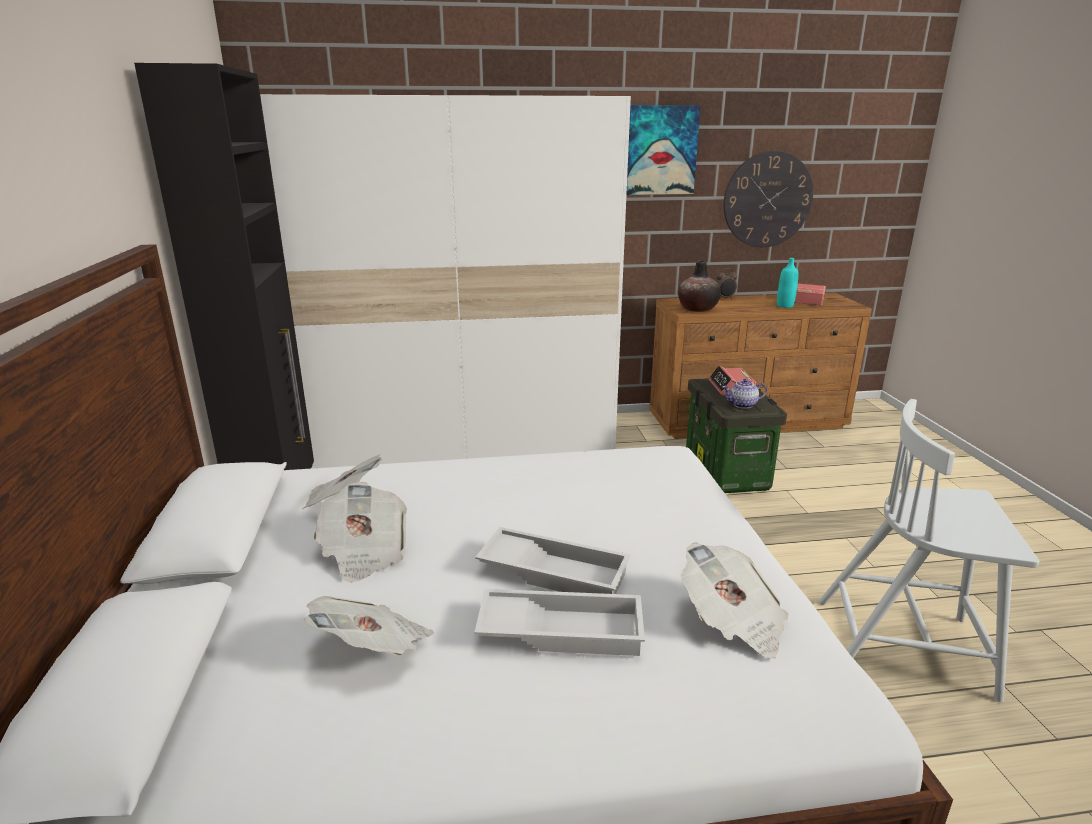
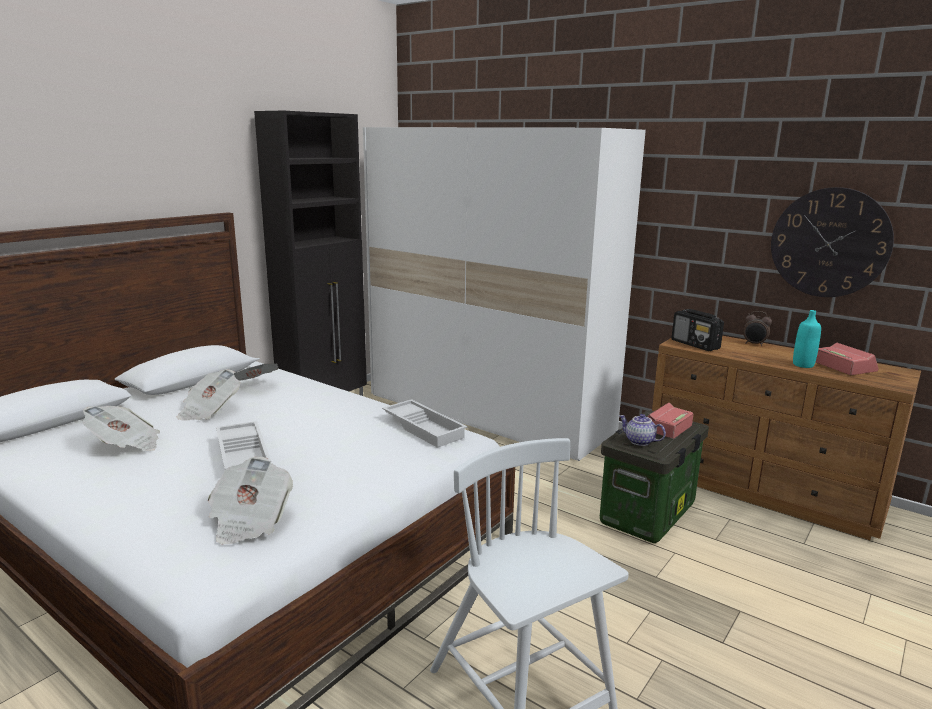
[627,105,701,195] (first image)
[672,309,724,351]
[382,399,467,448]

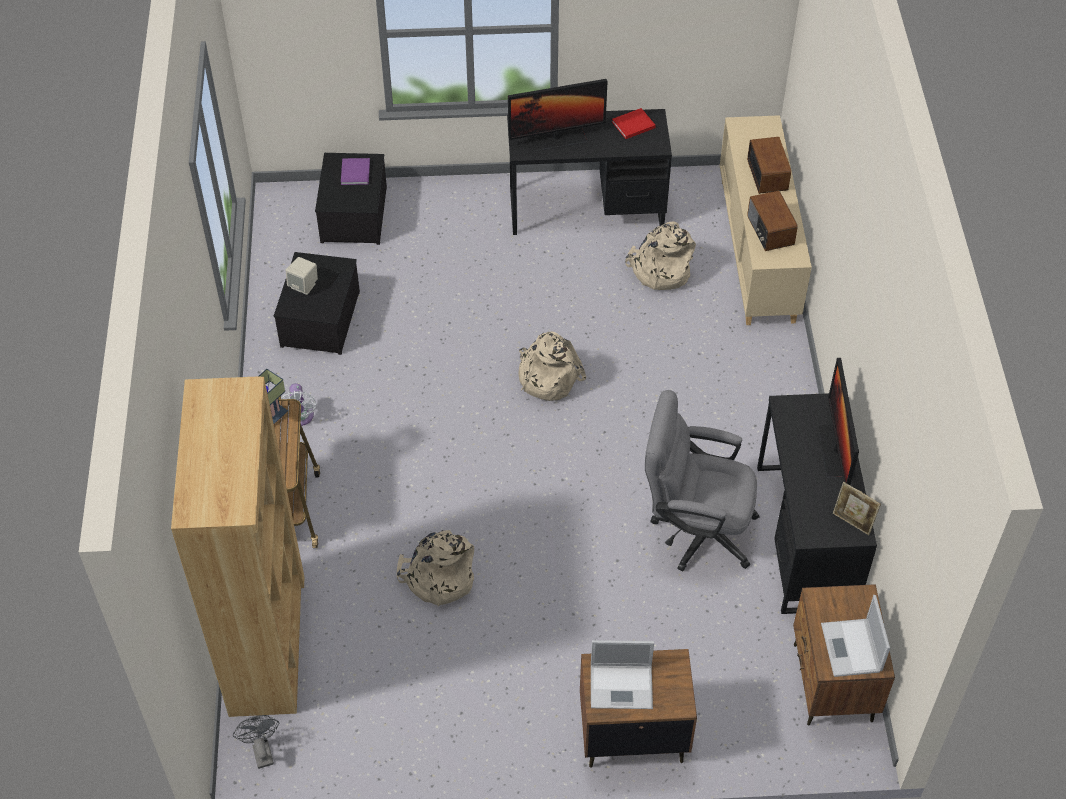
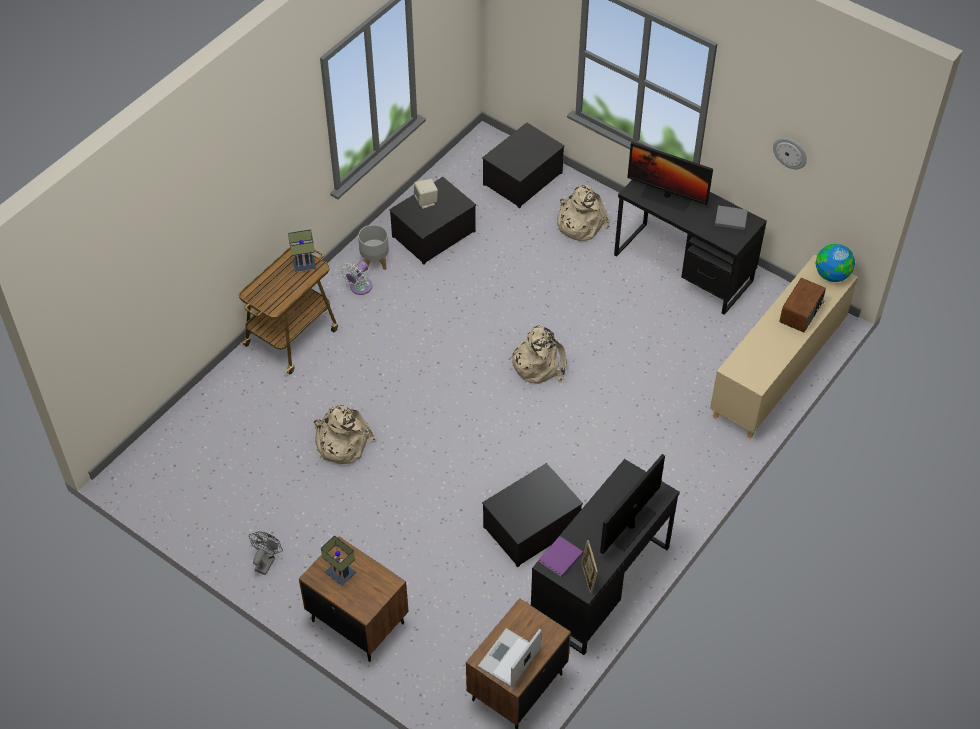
[715,205,748,230]
[539,536,583,577]
[747,191,798,251] (first image)
[557,185,610,241]
[171,376,304,717] (first image)
[482,463,583,567]
[321,535,356,586]
[249,531,283,575]
[773,138,807,169]
[358,225,389,271]
[816,244,855,282]

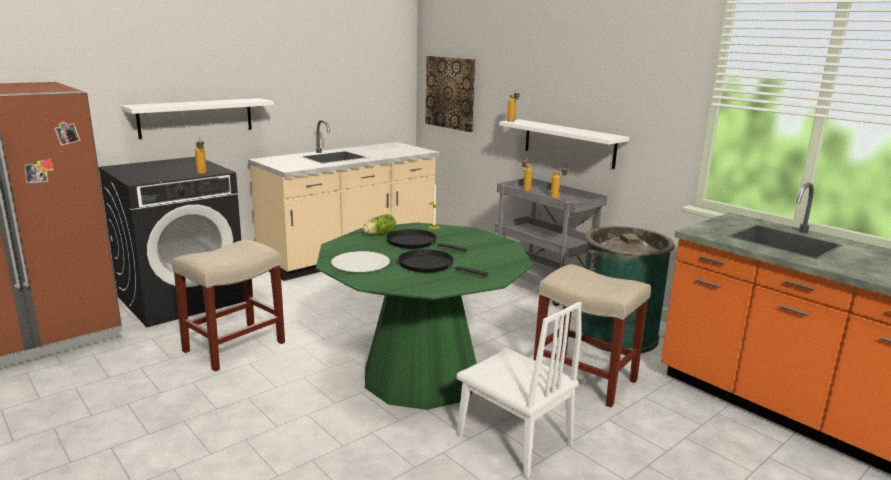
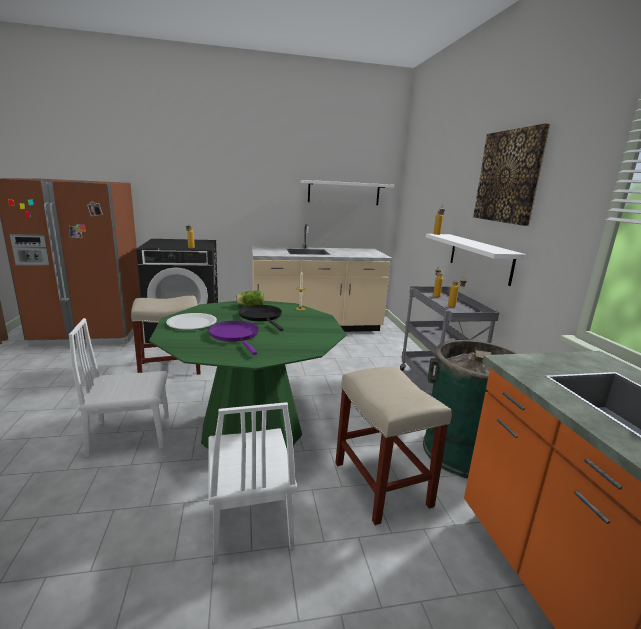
[473,123,550,226]
[301,180,394,205]
[208,321,259,355]
[69,318,169,457]

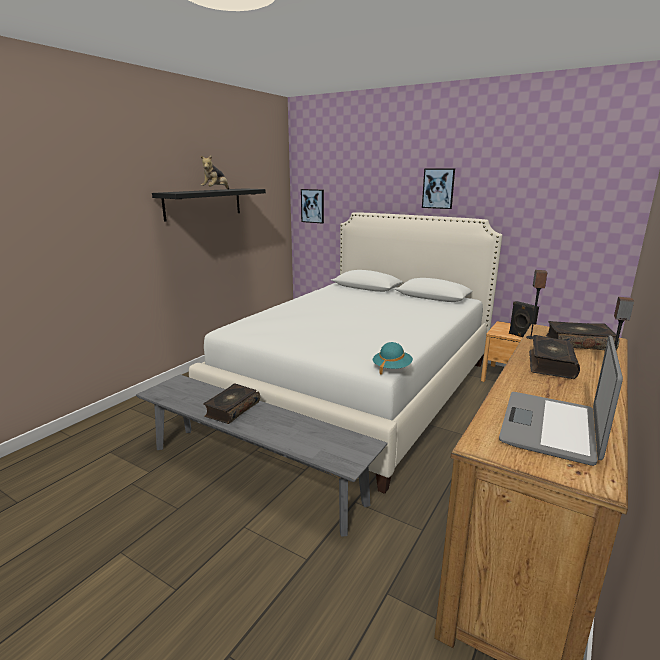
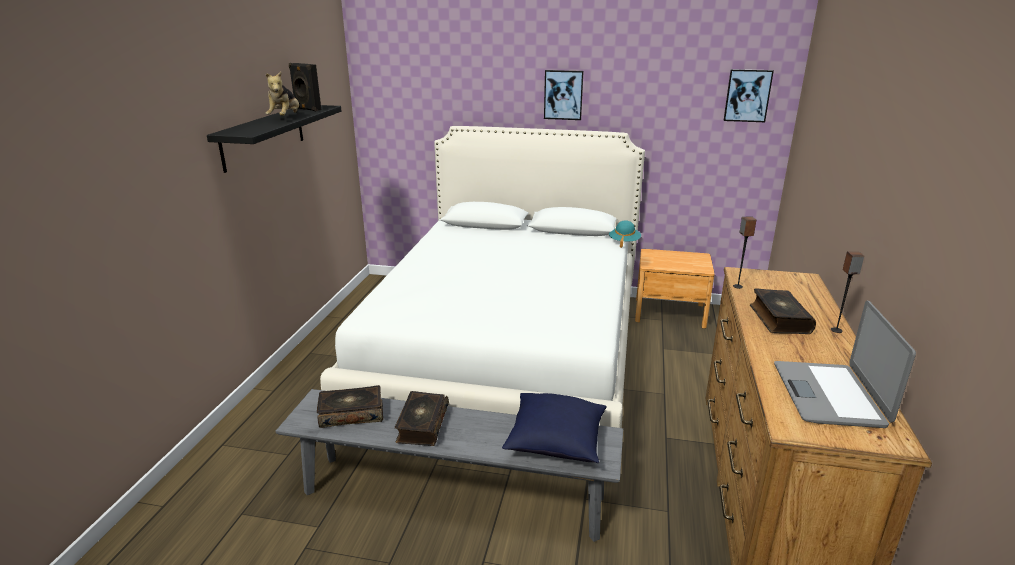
[724,69,774,122]
[289,63,321,111]
[317,385,383,428]
[609,220,641,248]
[502,393,607,463]

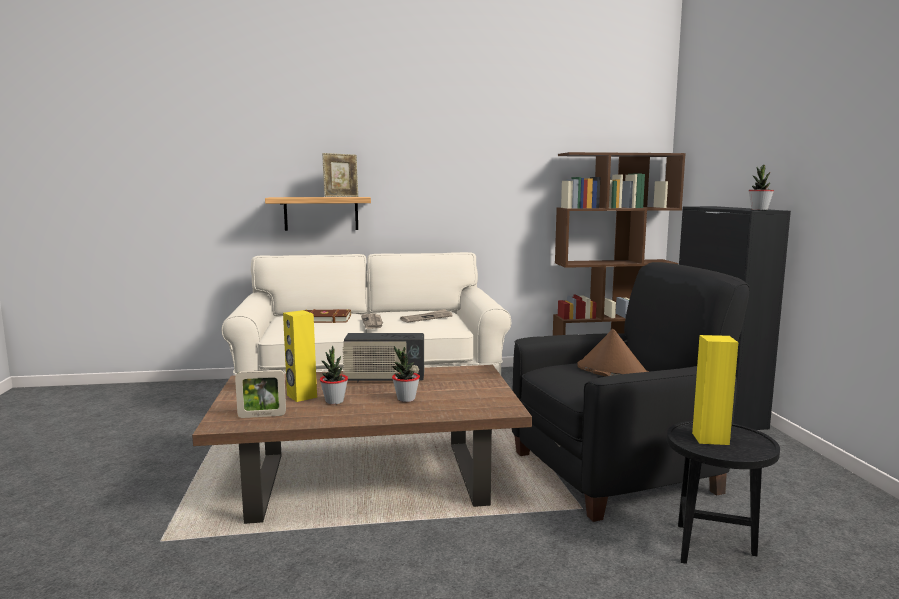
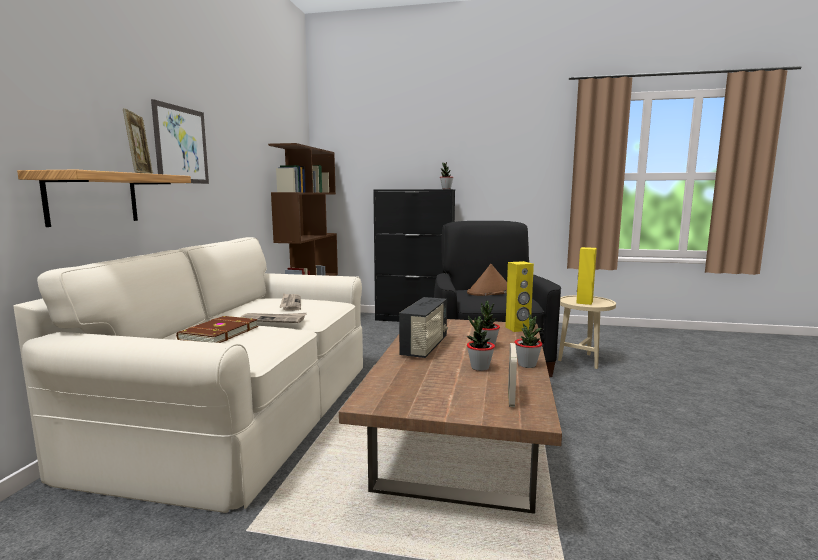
[505,261,534,332]
[558,295,616,369]
[151,99,209,184]
[514,314,542,368]

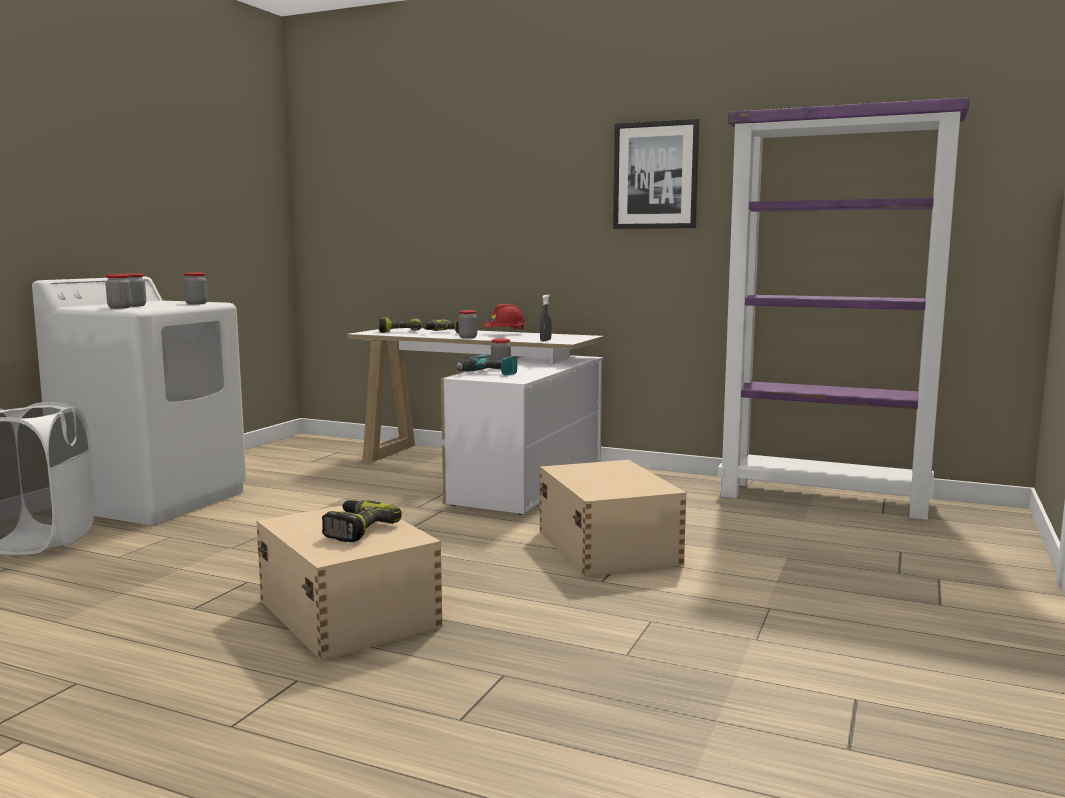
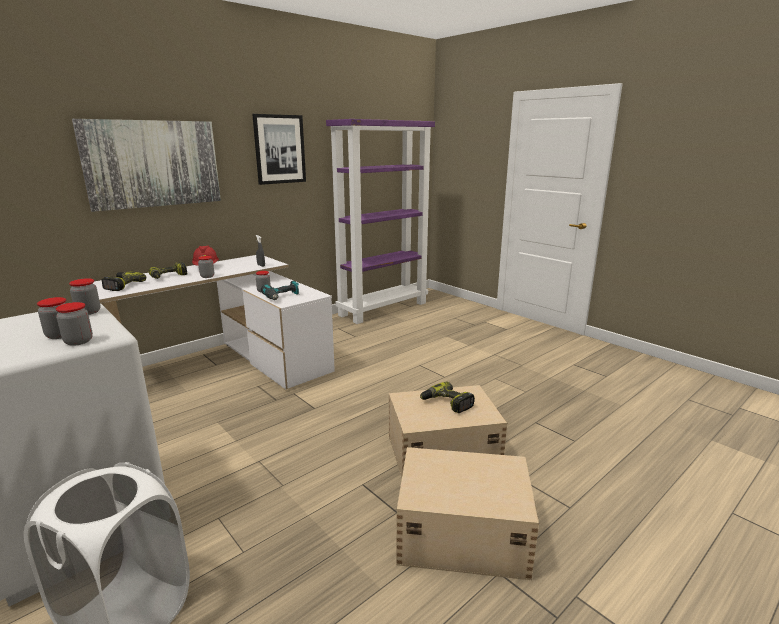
[396,447,539,580]
[72,119,221,212]

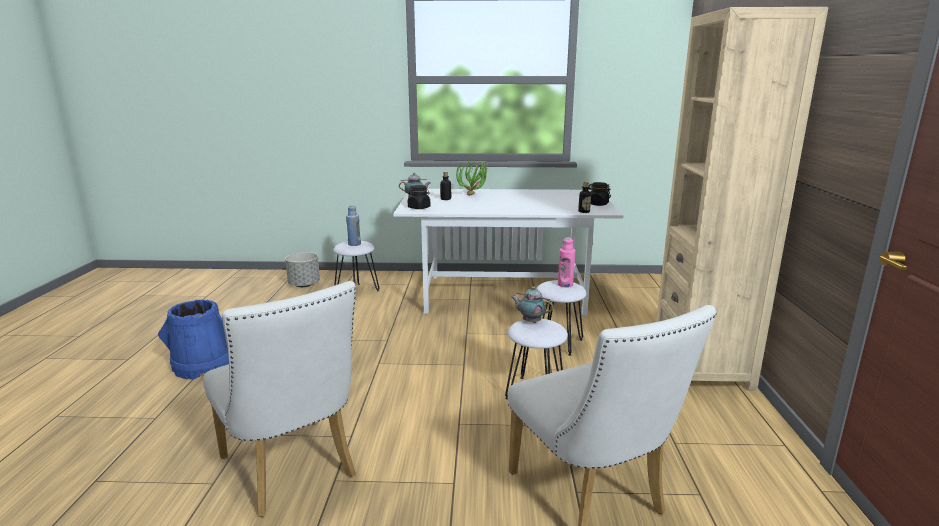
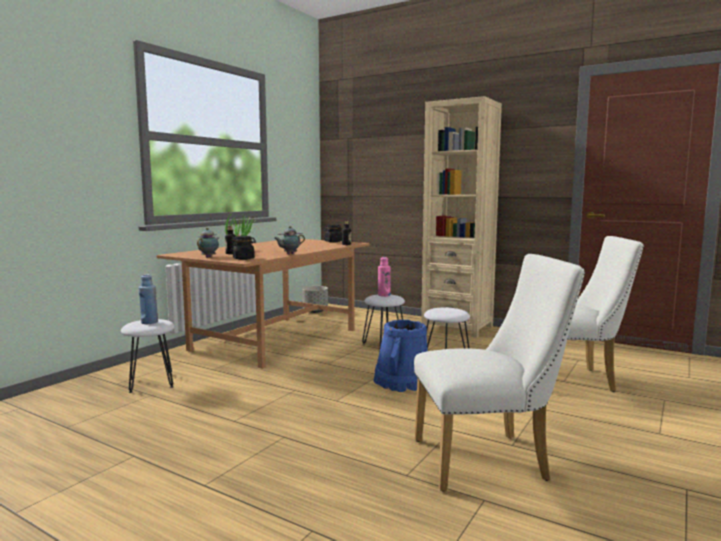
[157,239,370,369]
[302,286,328,313]
[274,226,305,254]
[373,319,428,392]

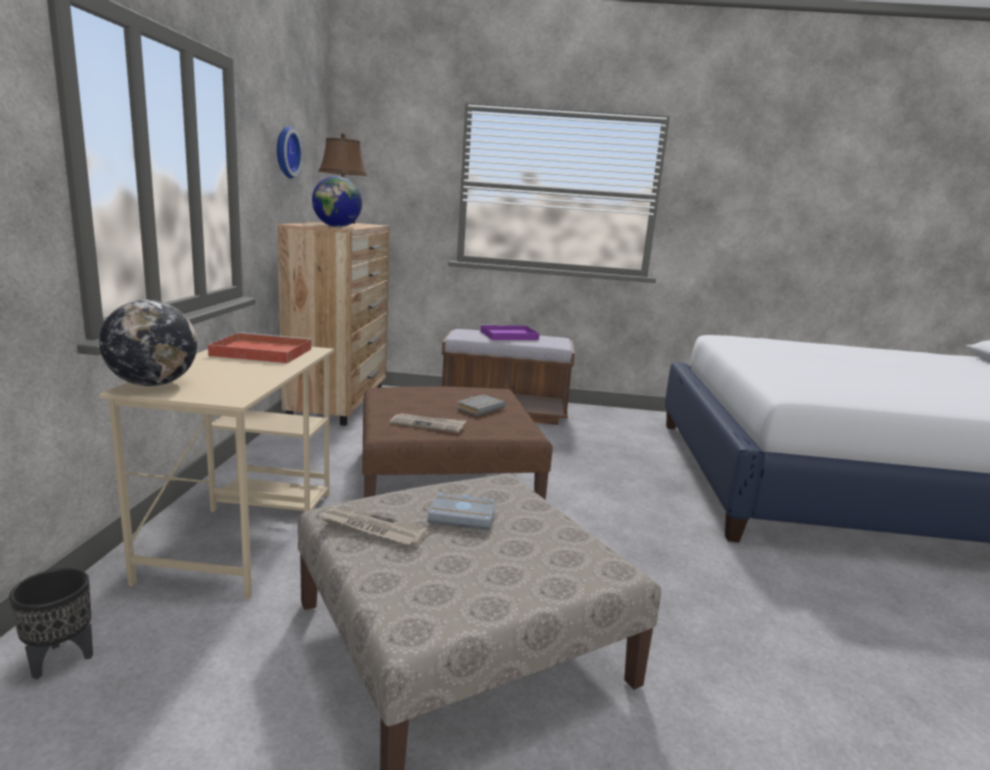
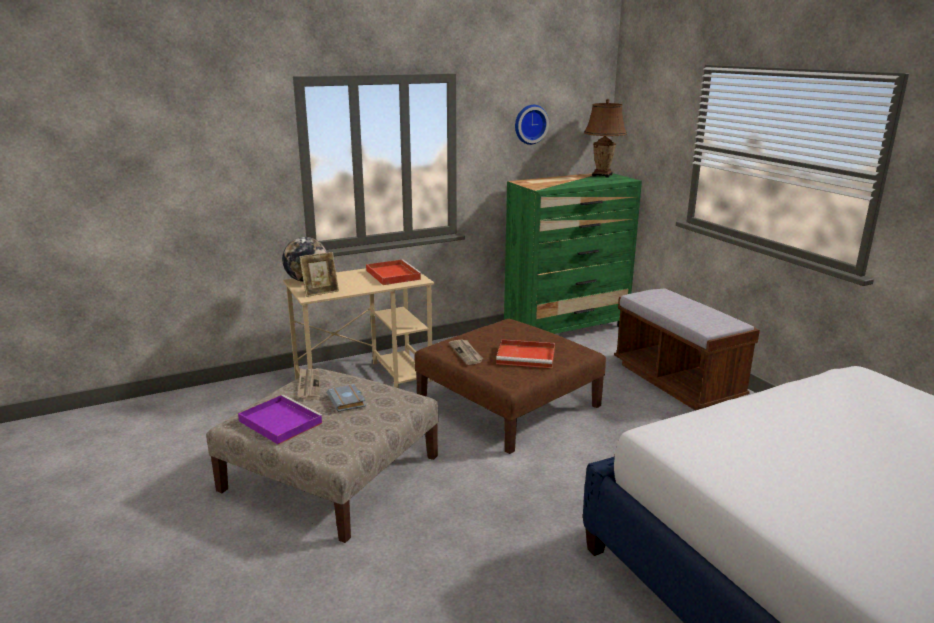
[312,176,362,227] (first image)
[504,173,642,334]
[238,395,323,445]
[496,339,555,368]
[9,568,93,679] (first image)
[299,252,339,297]

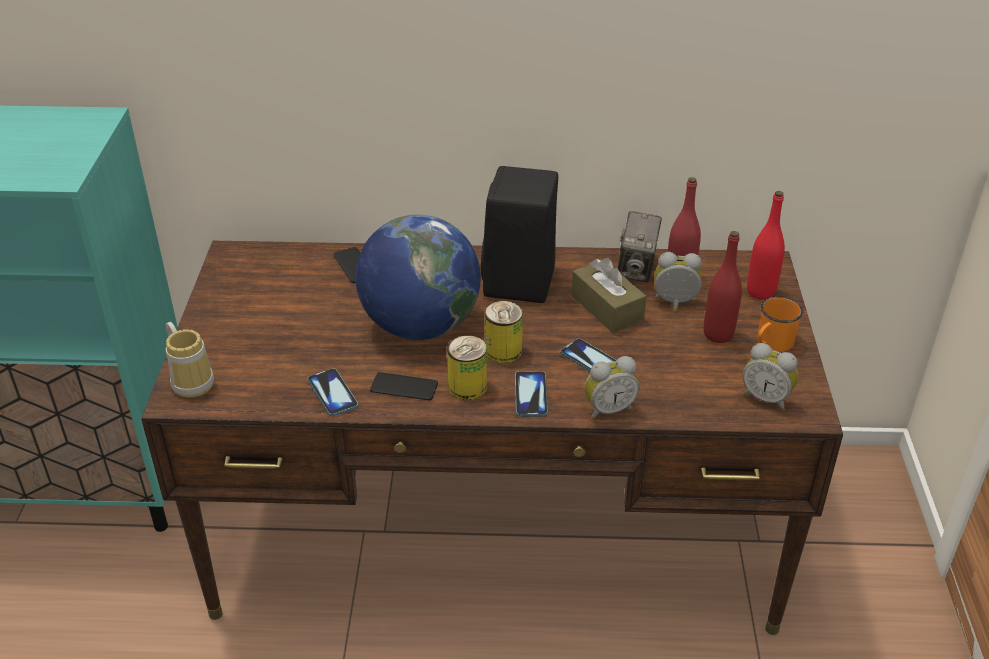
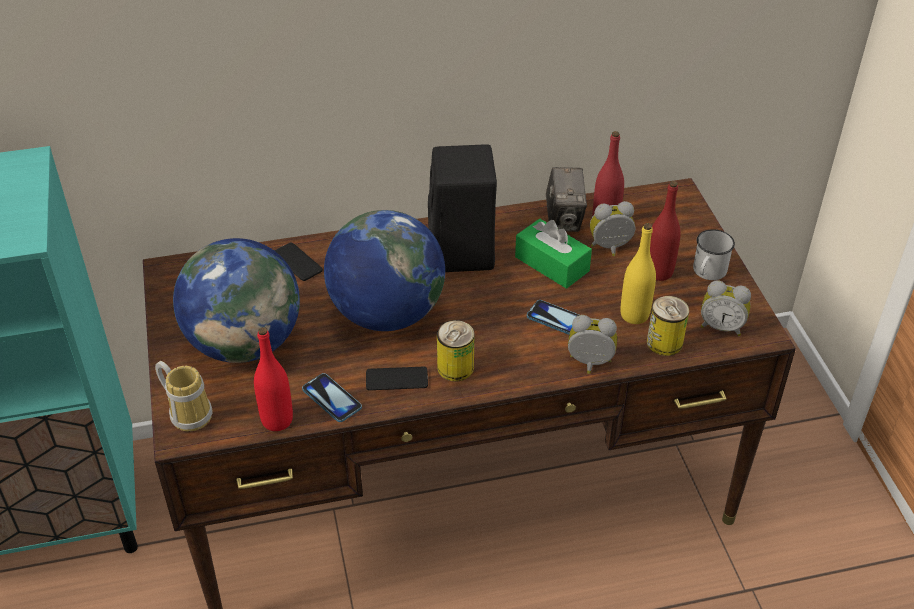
[254,327,293,431]
[515,219,592,289]
[693,229,735,280]
[647,296,689,356]
[568,315,617,374]
[515,371,548,417] (first image)
[620,223,656,324]
[173,238,300,363]

